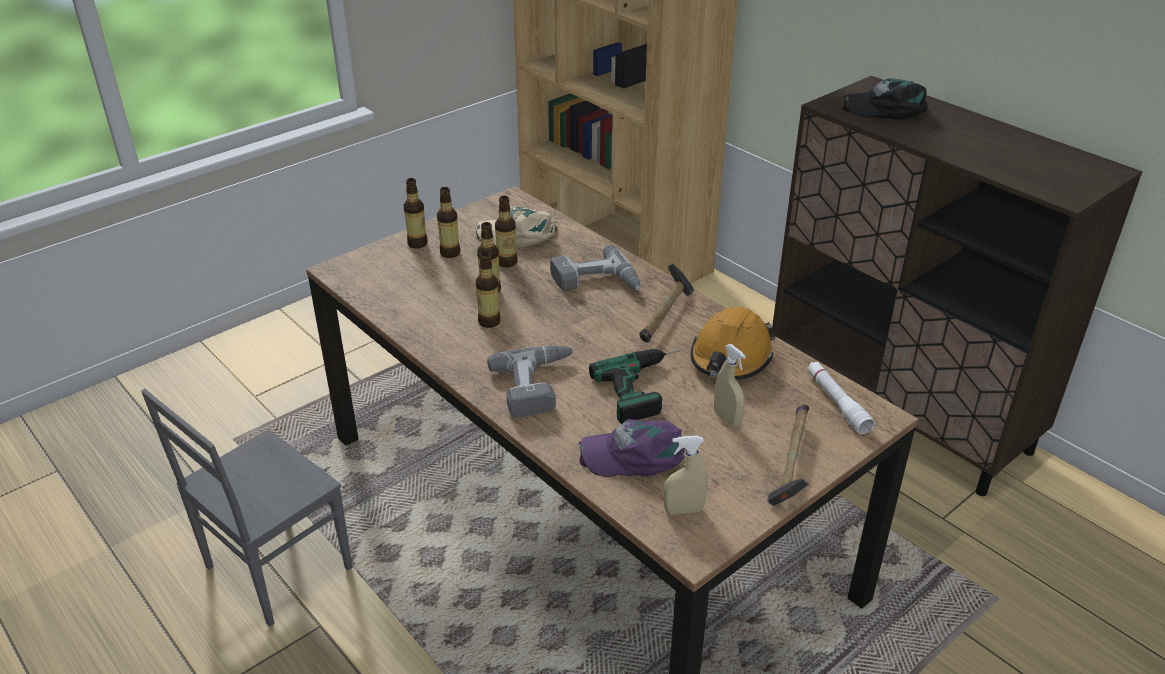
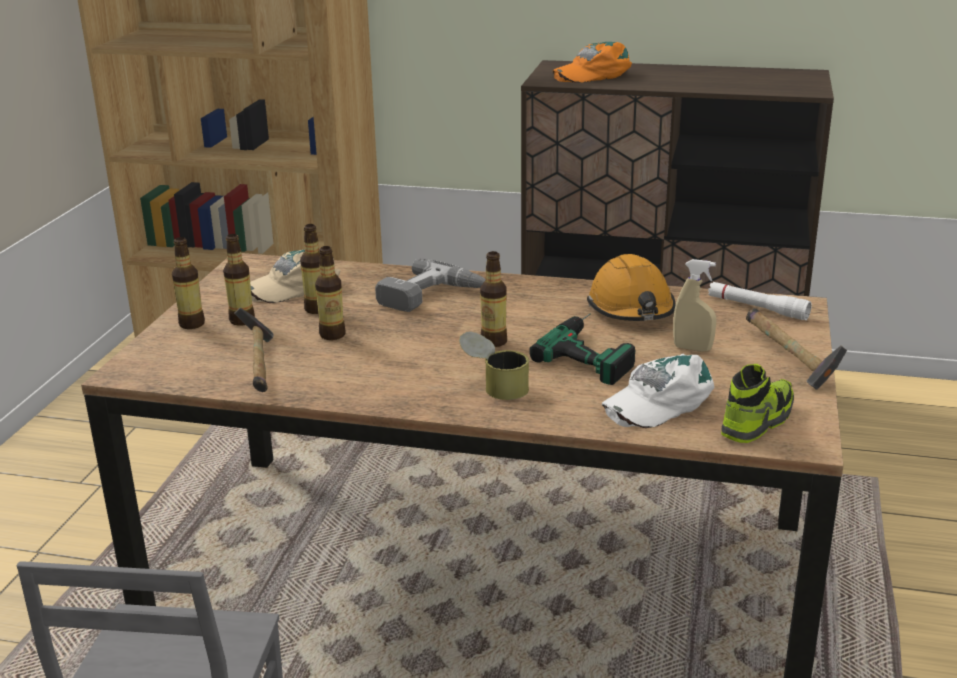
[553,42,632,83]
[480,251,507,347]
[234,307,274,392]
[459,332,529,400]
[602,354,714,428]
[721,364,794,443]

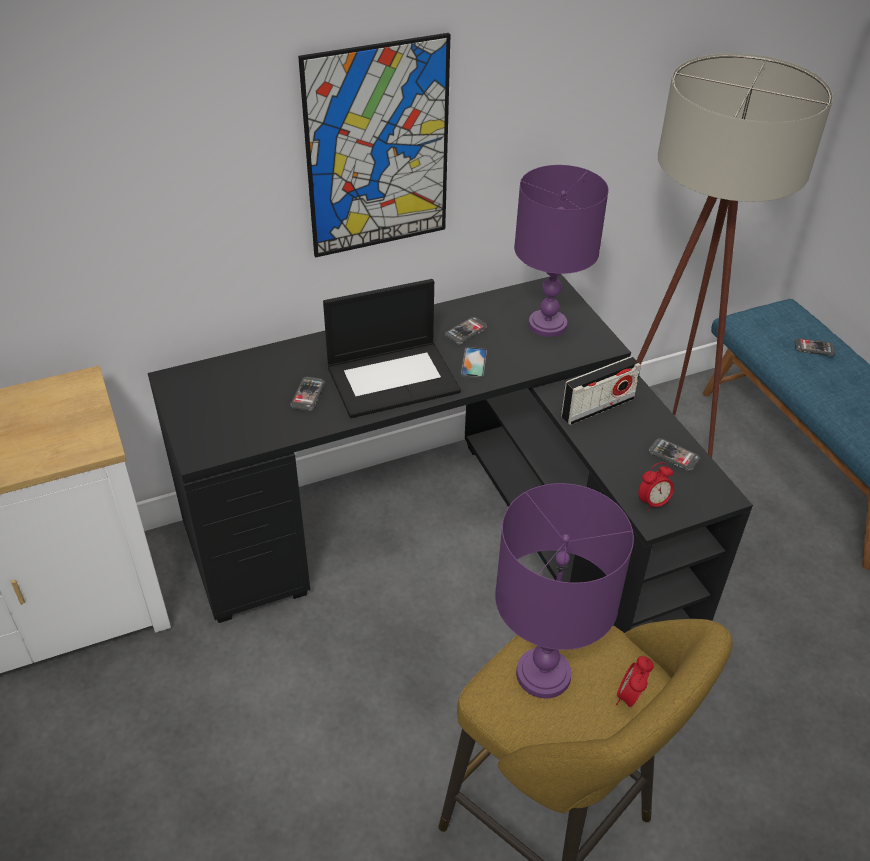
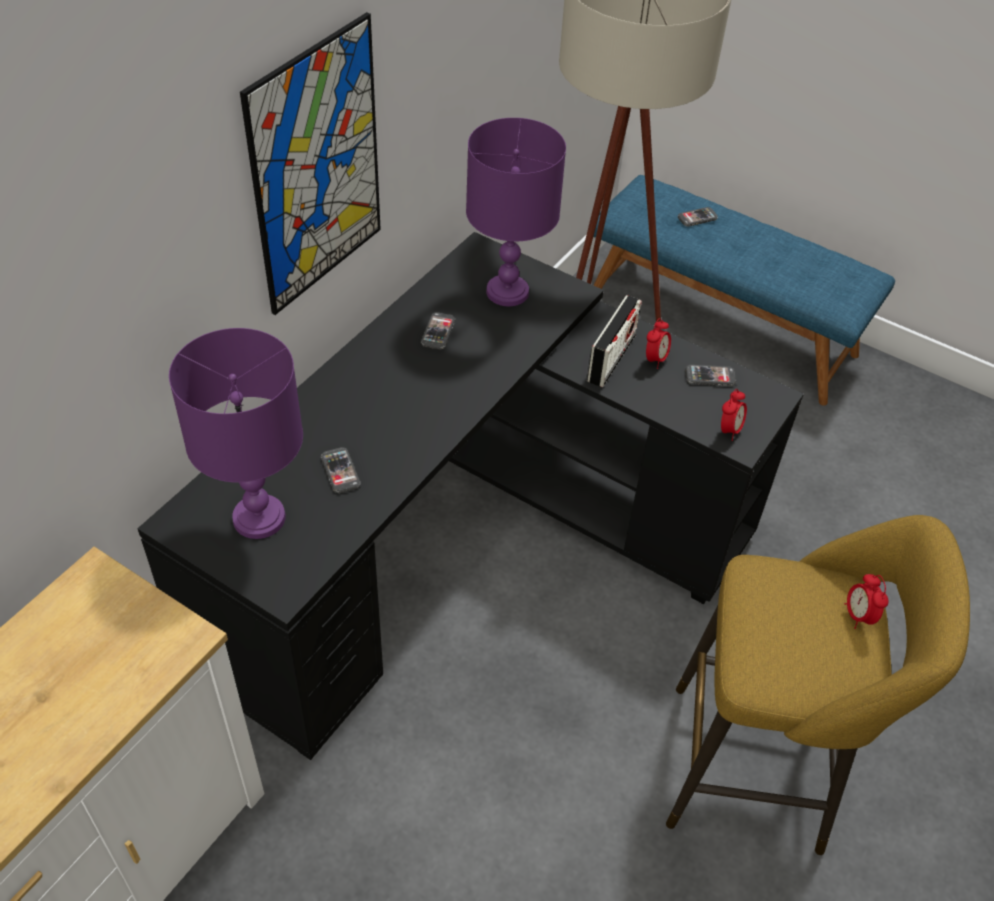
[323,279,461,418] (first image)
[461,347,487,379] (first image)
[169,328,303,539]
[646,318,671,369]

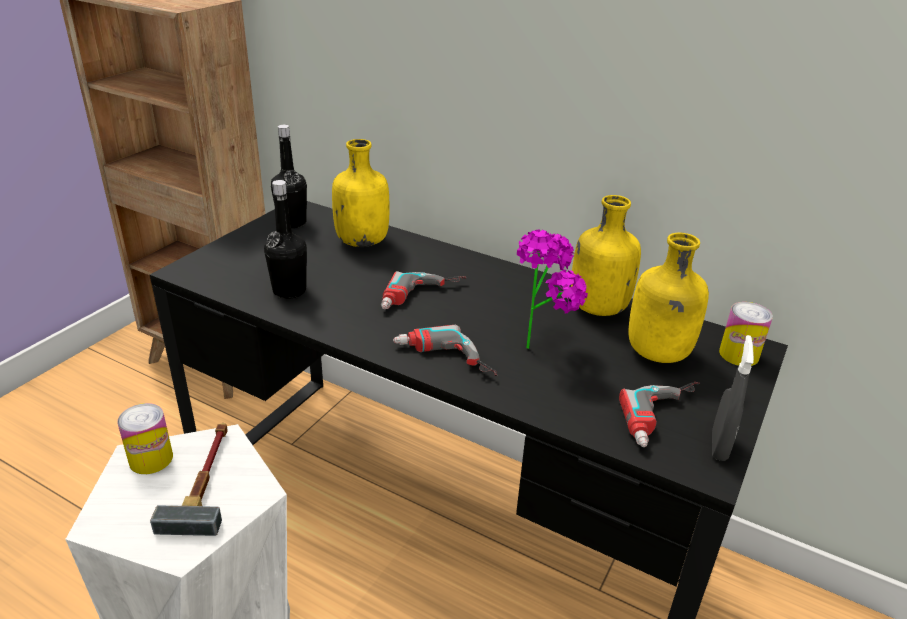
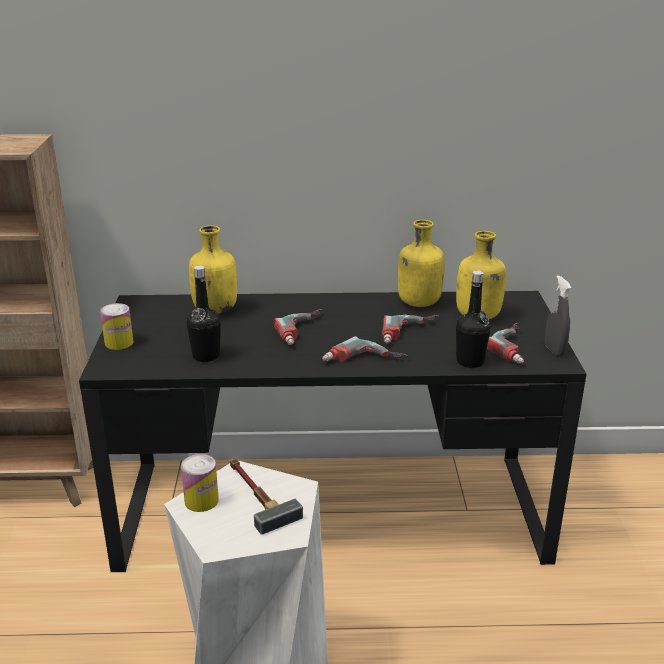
[456,270,491,368]
[382,315,439,343]
[100,303,133,350]

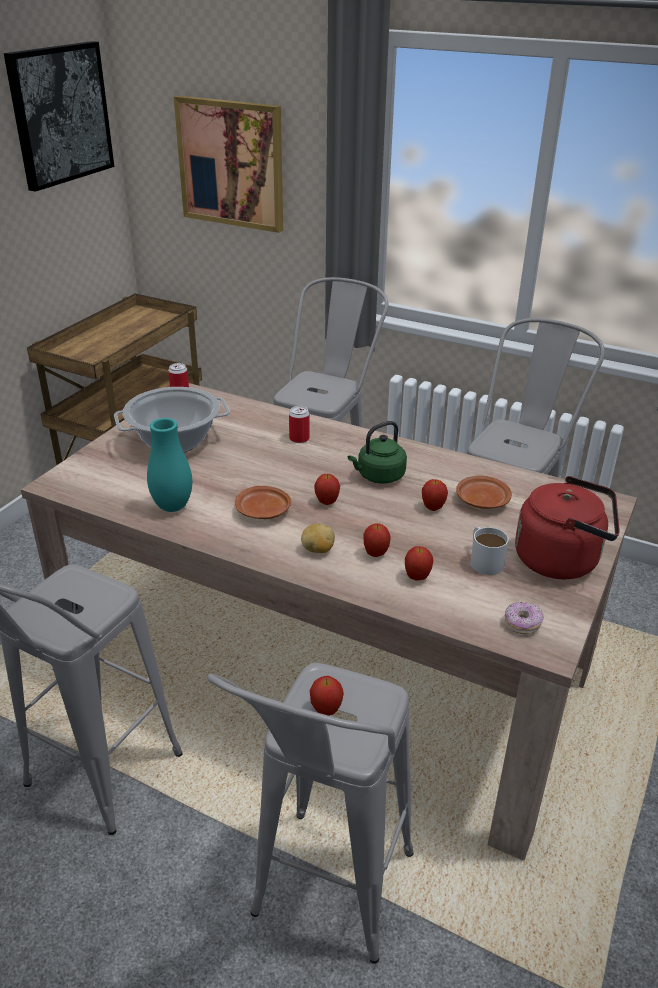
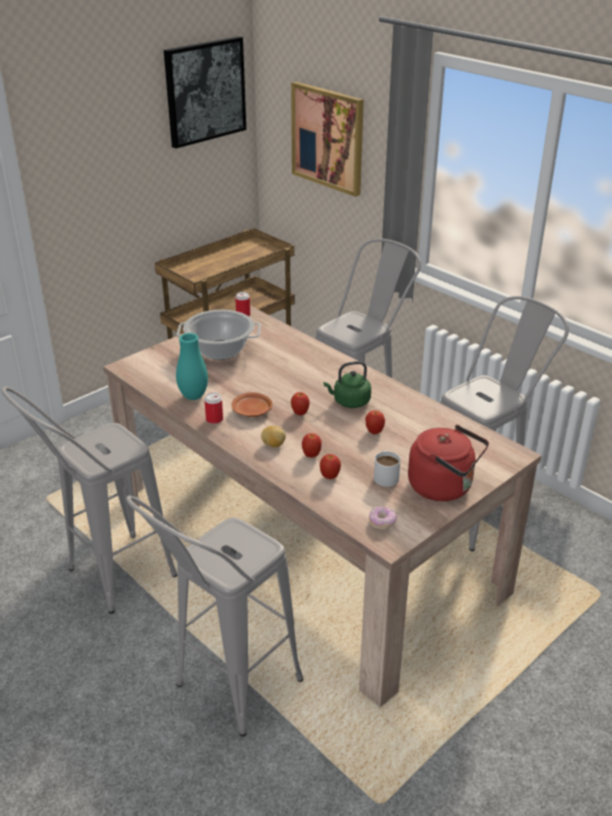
[204,392,223,424]
[456,476,512,509] (first image)
[310,676,344,716] (first image)

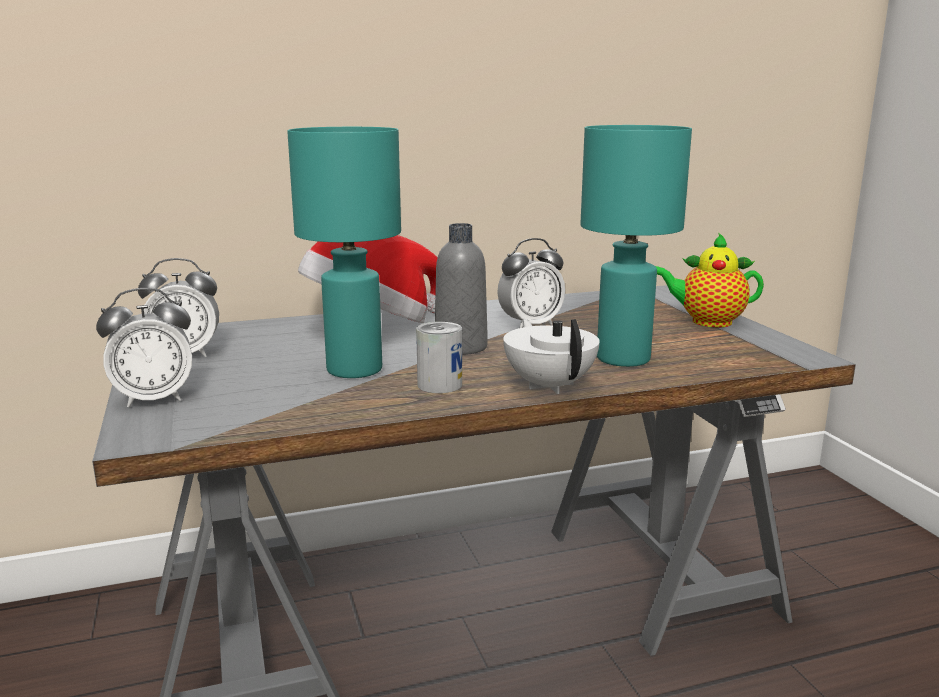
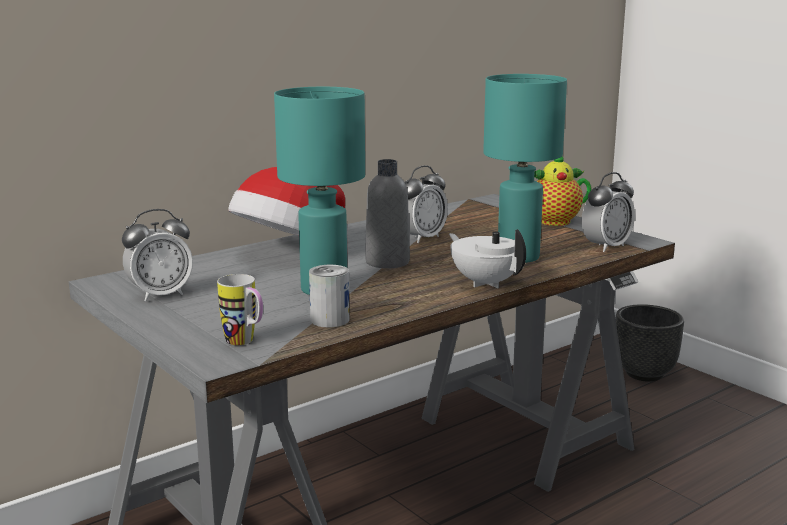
[581,172,635,252]
[309,265,349,327]
[217,274,263,345]
[615,304,684,382]

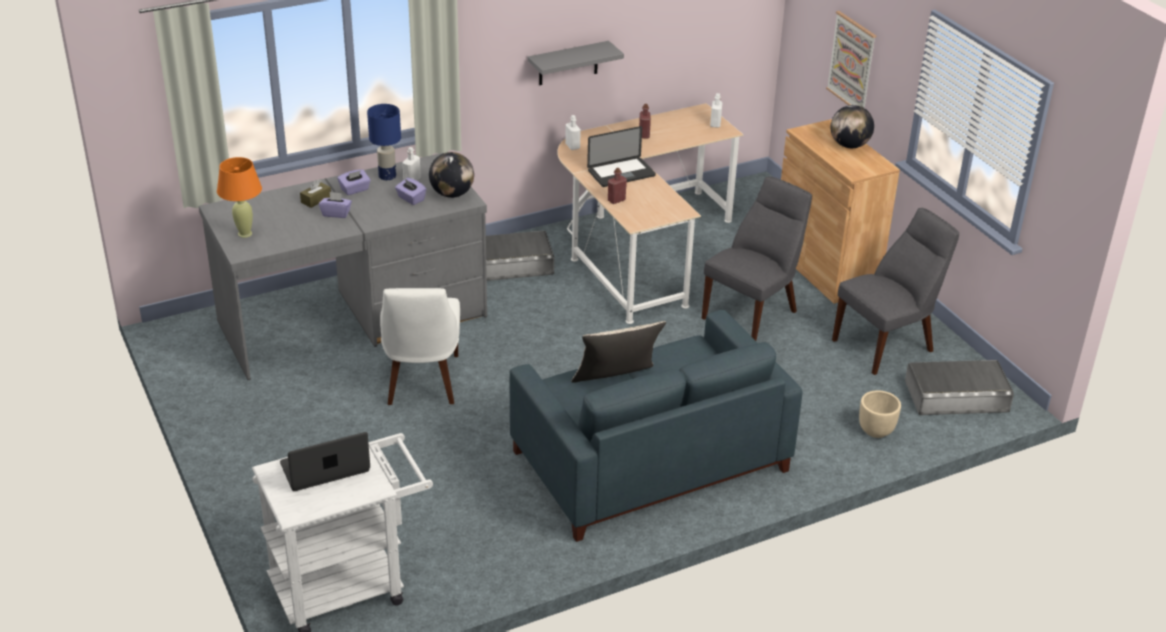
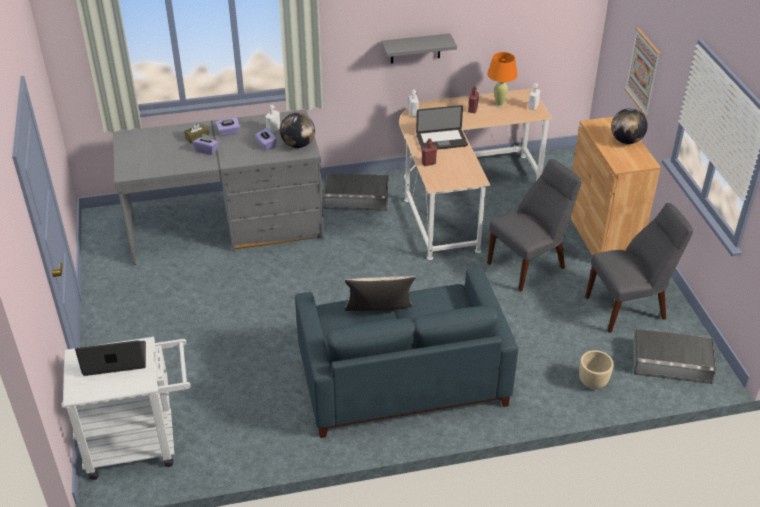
[367,104,401,180] (first image)
[487,52,518,107]
[380,288,460,405] (first image)

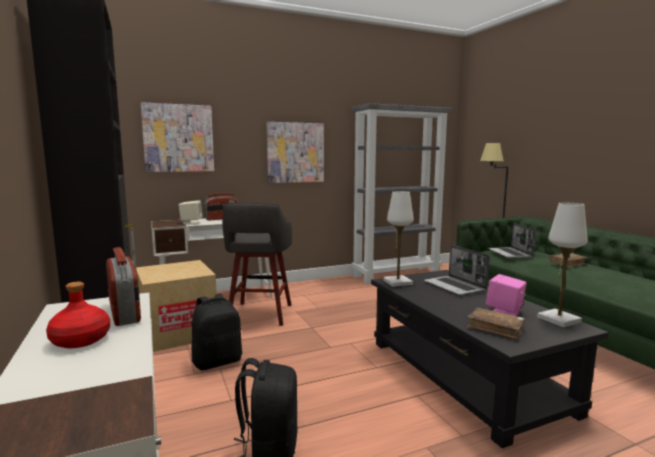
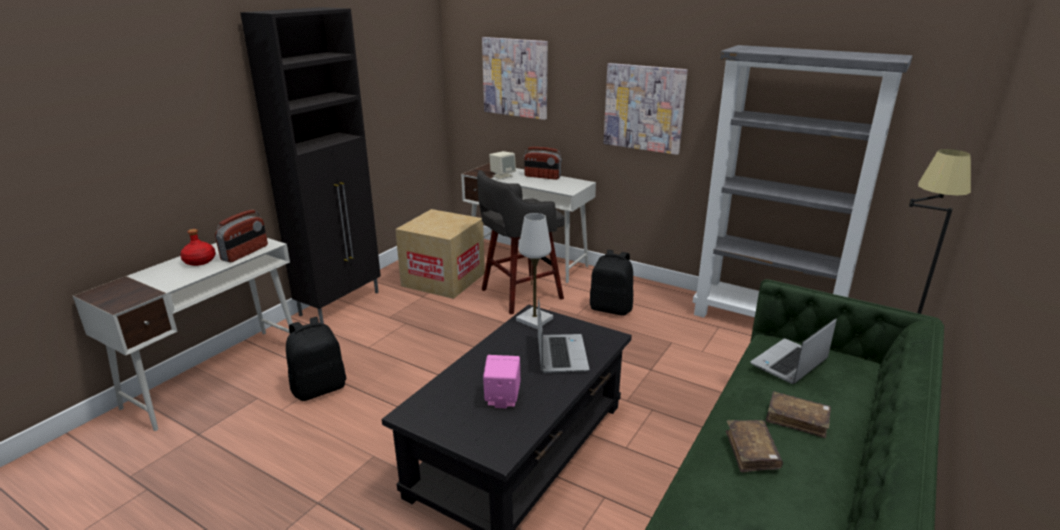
[537,203,588,327] (first image)
[538,299,589,373]
[590,250,633,316]
[726,420,783,473]

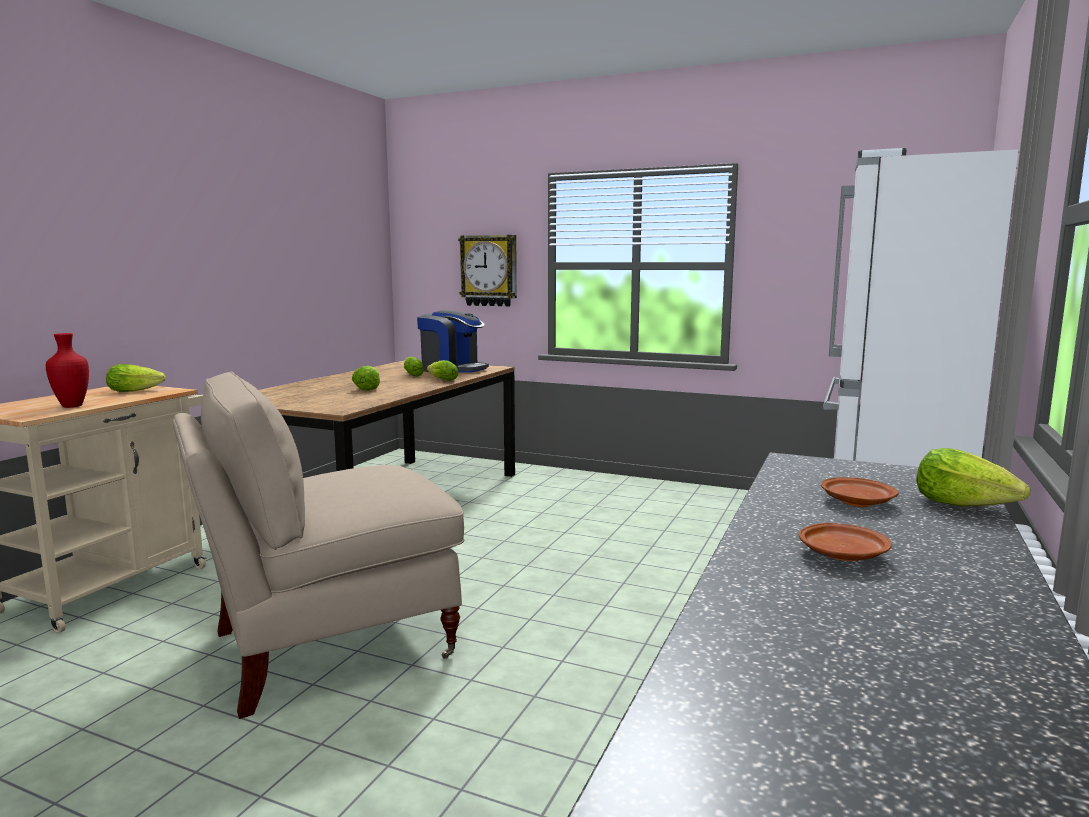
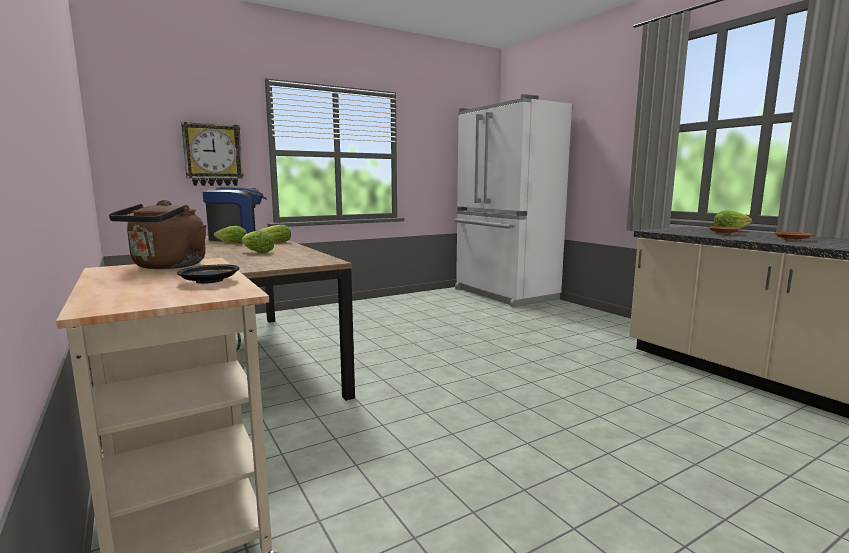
[177,264,240,284]
[109,200,207,269]
[172,371,464,719] (first image)

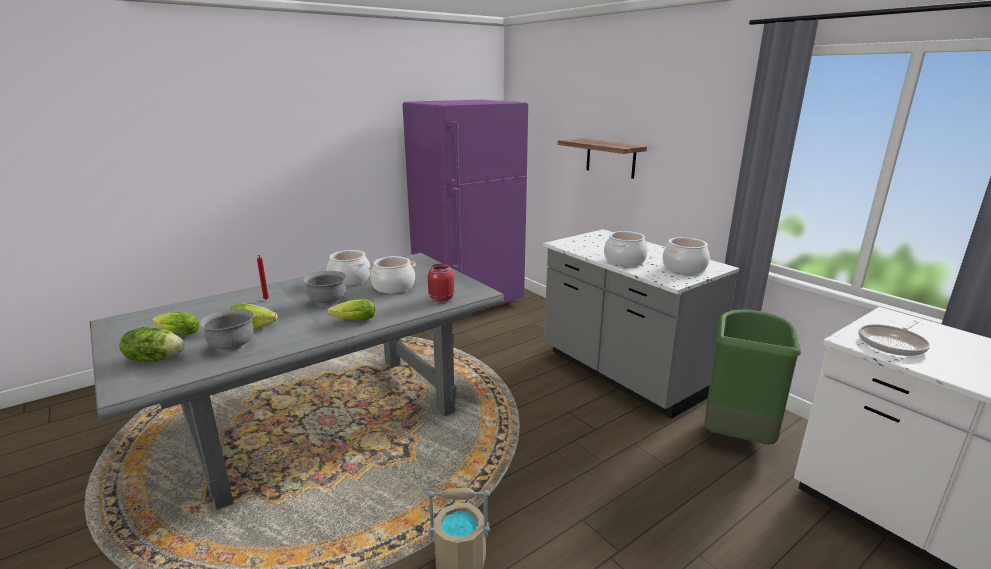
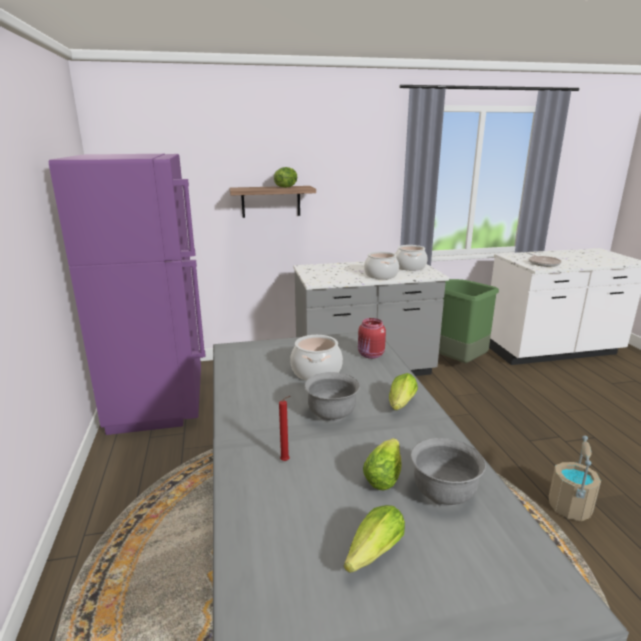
[327,250,371,286] (first image)
[274,167,297,188]

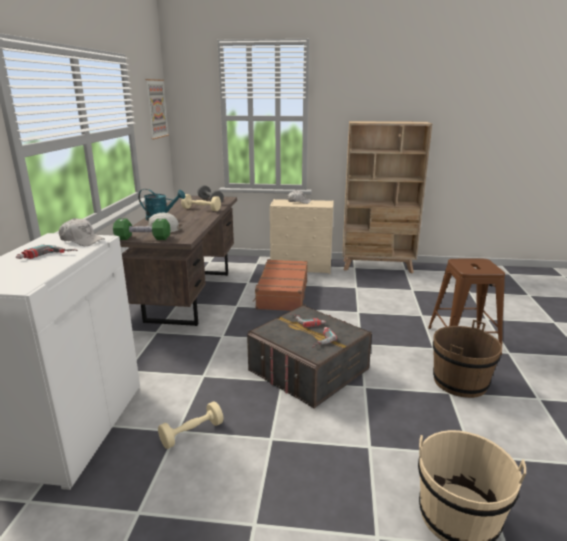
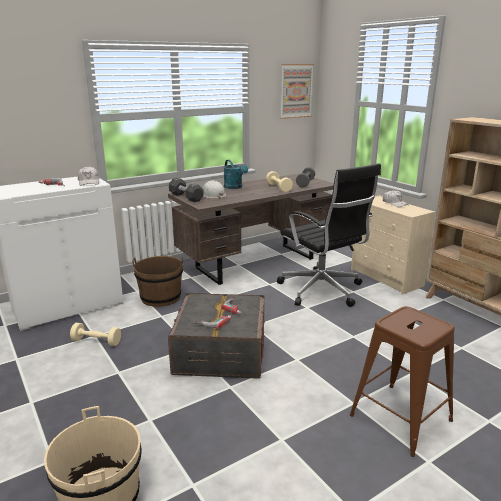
[169,178,204,202]
[277,163,381,307]
[132,256,183,307]

